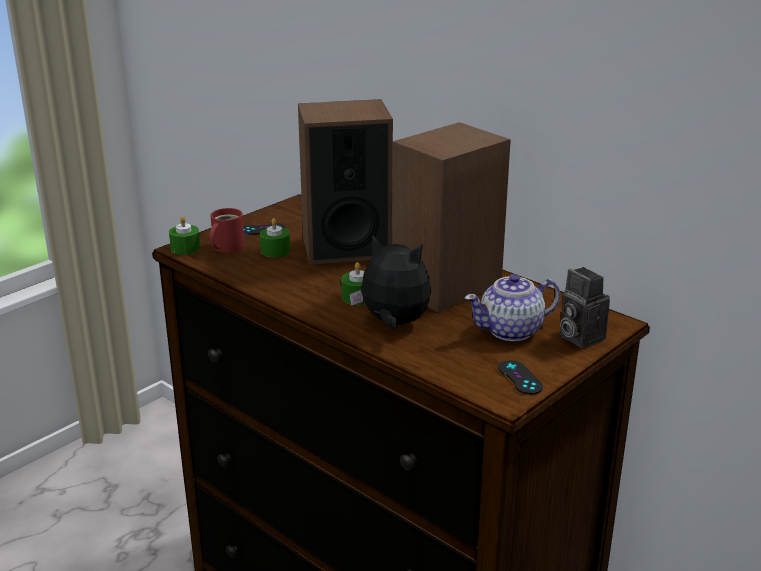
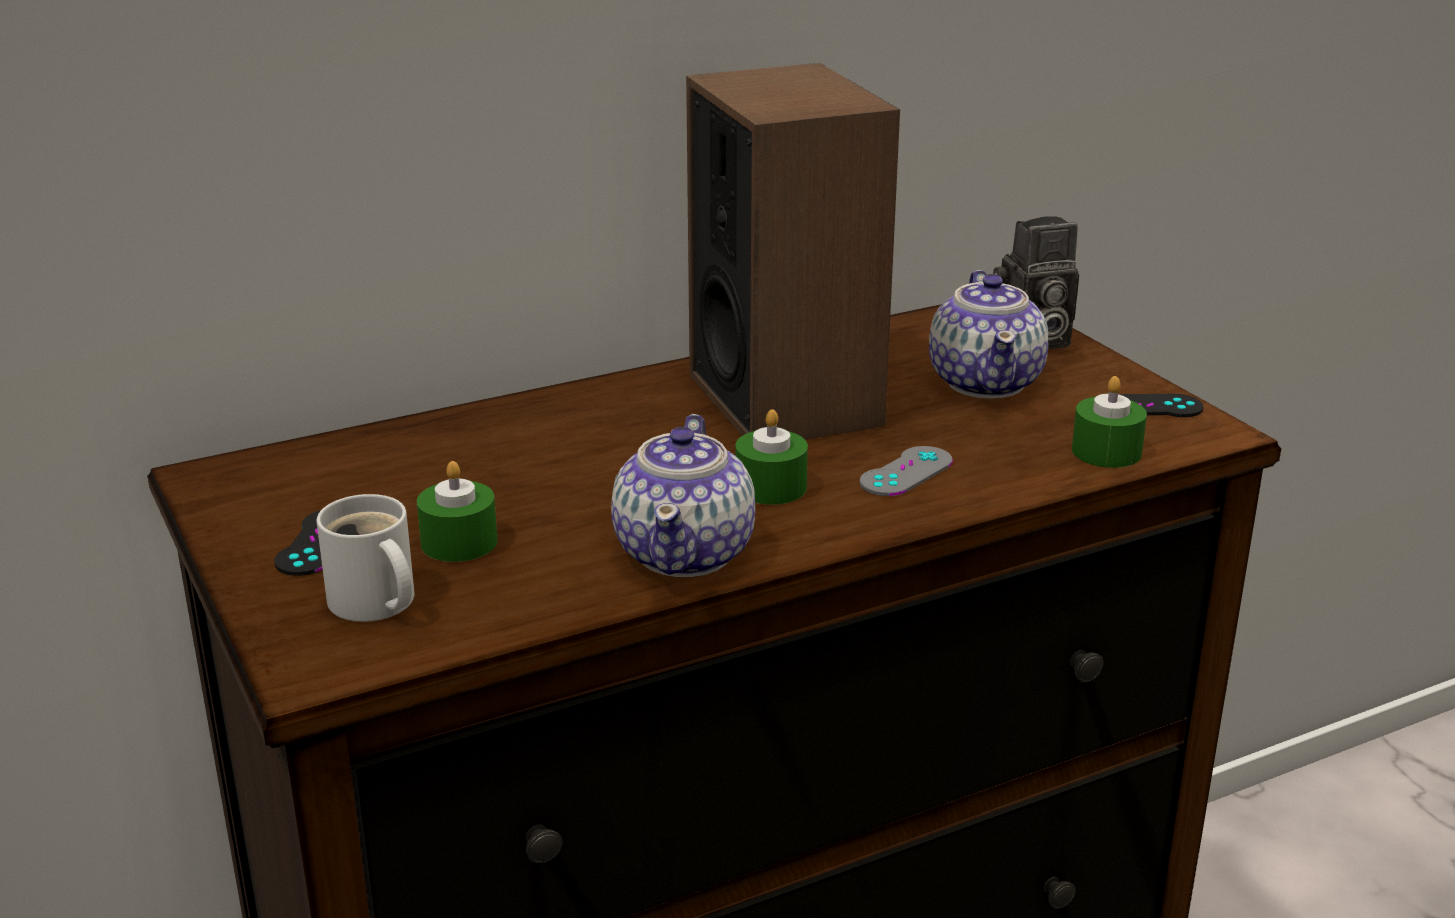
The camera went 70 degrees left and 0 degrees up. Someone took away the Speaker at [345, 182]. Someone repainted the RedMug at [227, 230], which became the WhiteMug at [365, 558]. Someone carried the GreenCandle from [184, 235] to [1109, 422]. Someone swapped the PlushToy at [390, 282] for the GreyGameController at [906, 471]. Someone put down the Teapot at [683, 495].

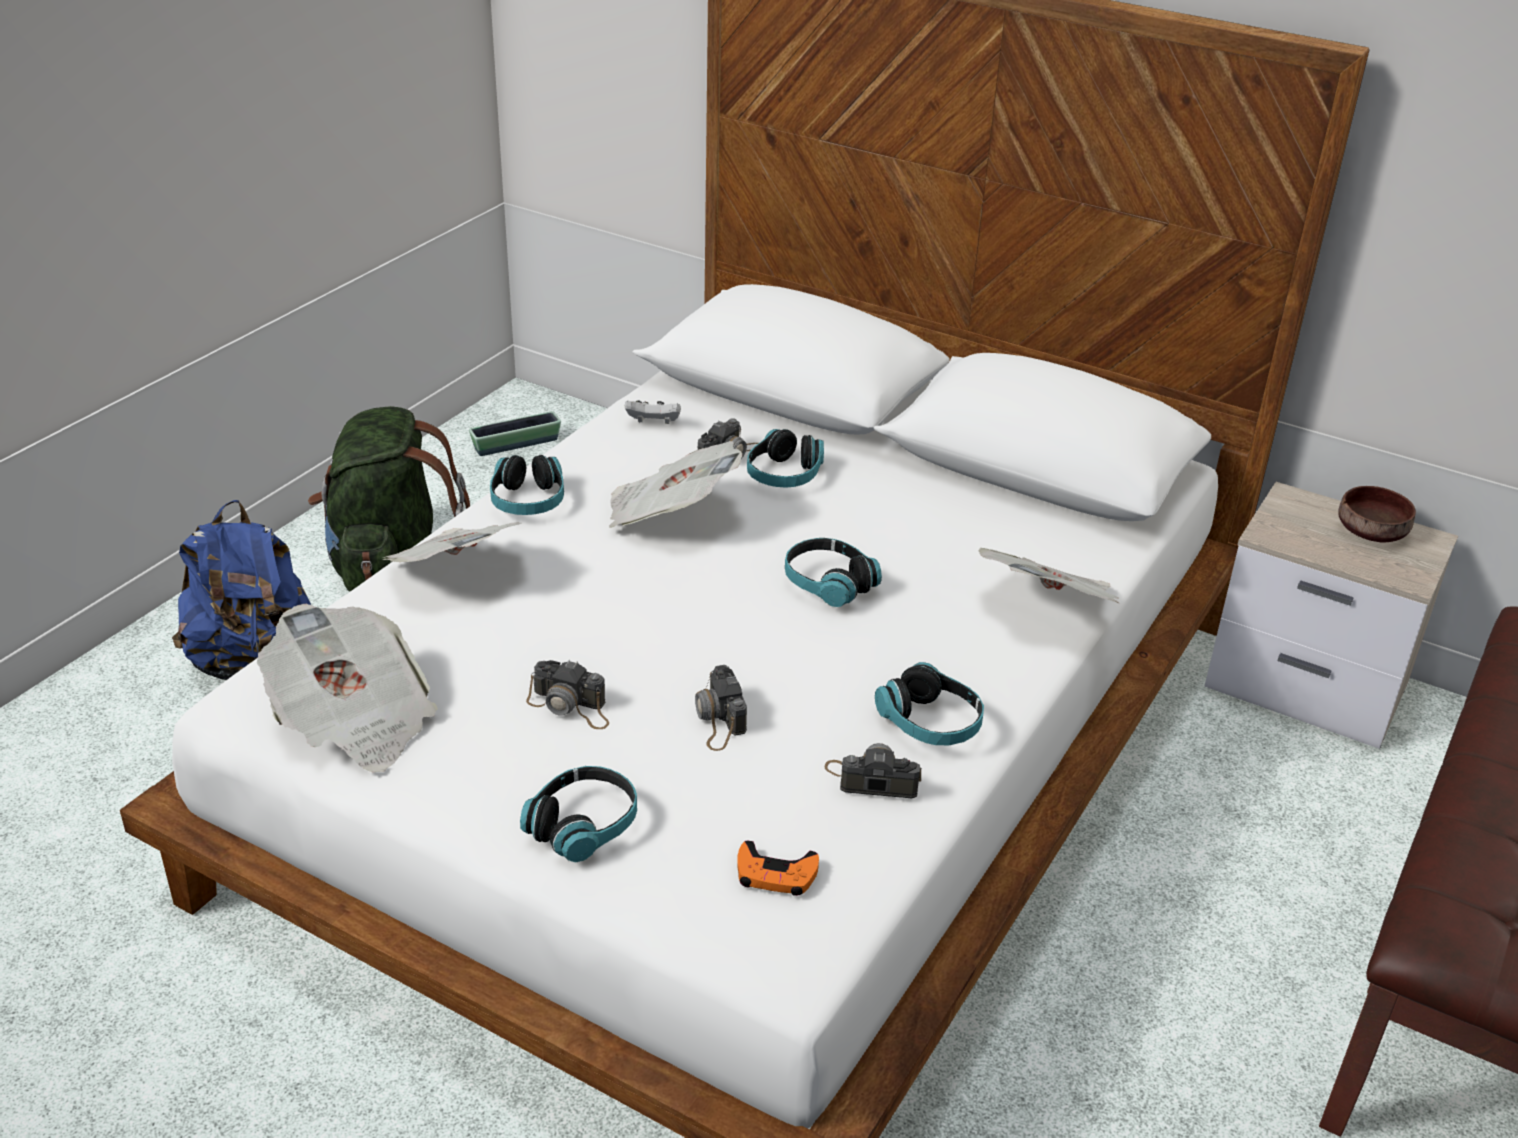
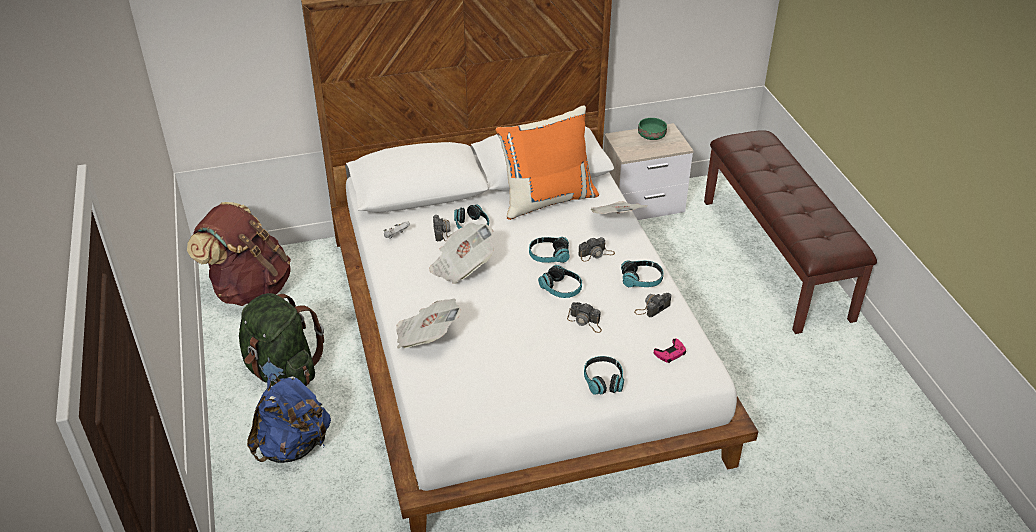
The camera went 45 degrees left and 5 degrees up. Someone swapped the Planter at [515, 433] for the BrownBackpack at [239, 254]. Someone carried the Headphones from [527, 485] to [560, 281]. Someone repainted the BrownBowl at [1377, 514], which became the GreenBowl at [652, 129]. Someone took away the Newspaper at [347, 688]. Someone carried the PhotoCamera from [567, 694] to [596, 249]. Someone repainted the OrangeGameController at [778, 868], which became the PinkGameController at [670, 351]. Someone put down the OrangePillow at [547, 163].

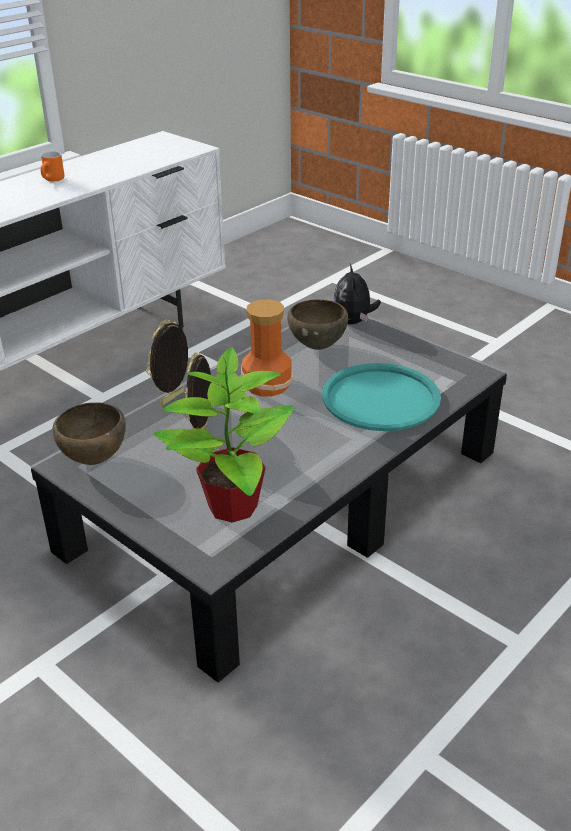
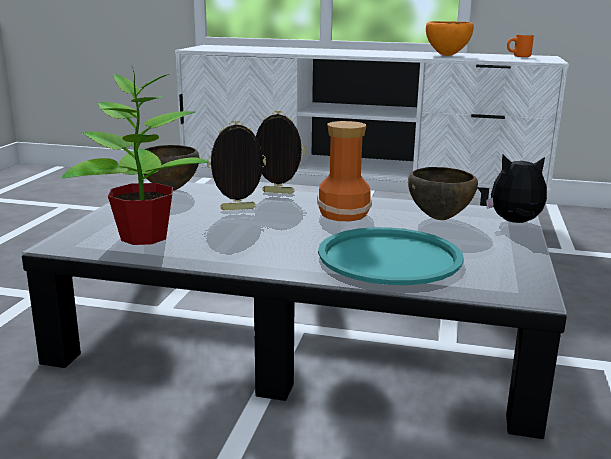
The camera went 60 degrees right and 15 degrees down. Someone carried the OrangeMug from [52, 167] to [520, 45]. Someone rotated the PlushToy at [357, 294] by 45 degrees clockwise. Someone put down the OrangeBowl at [450, 38].

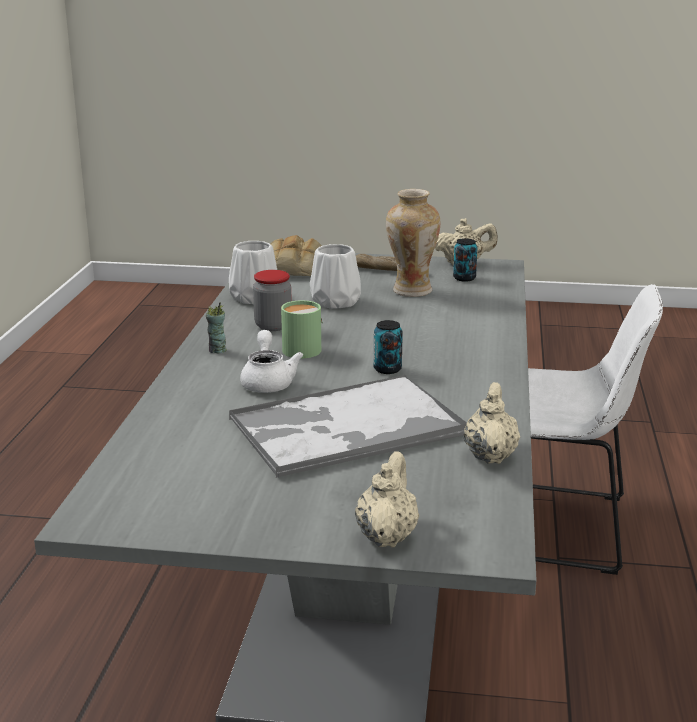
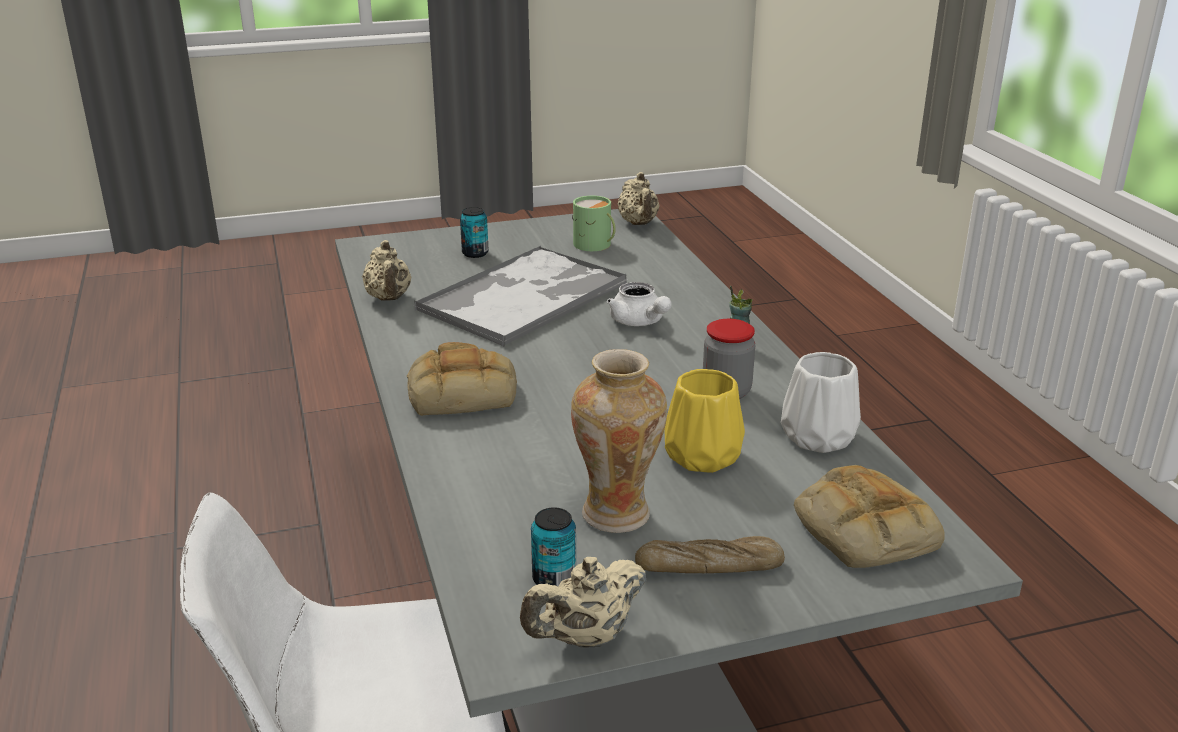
The camera went 155 degrees right and 5 degrees up. Someone repainted the WhiteVase at [335, 276], which became the YellowVase at [704, 421]. Someone carried the GreenMug from [302, 329] to [593, 223]. Someone carried the Can from [388, 347] to [474, 232]. Someone carried the BeigeTeapot from [387, 499] to [638, 198]. Someone put down the Bread at [462, 378].

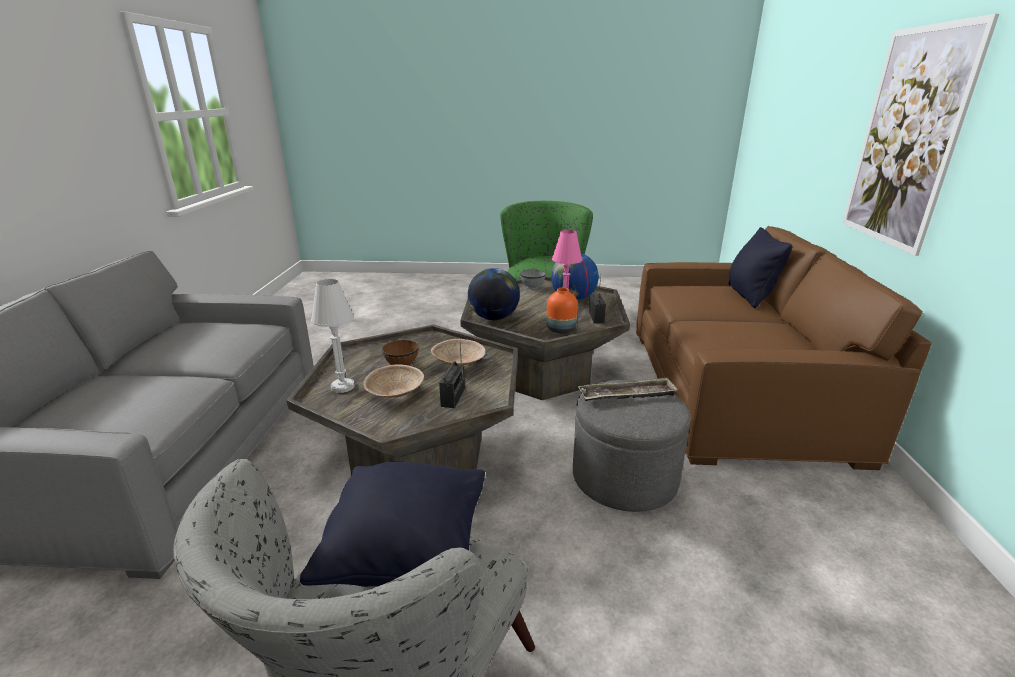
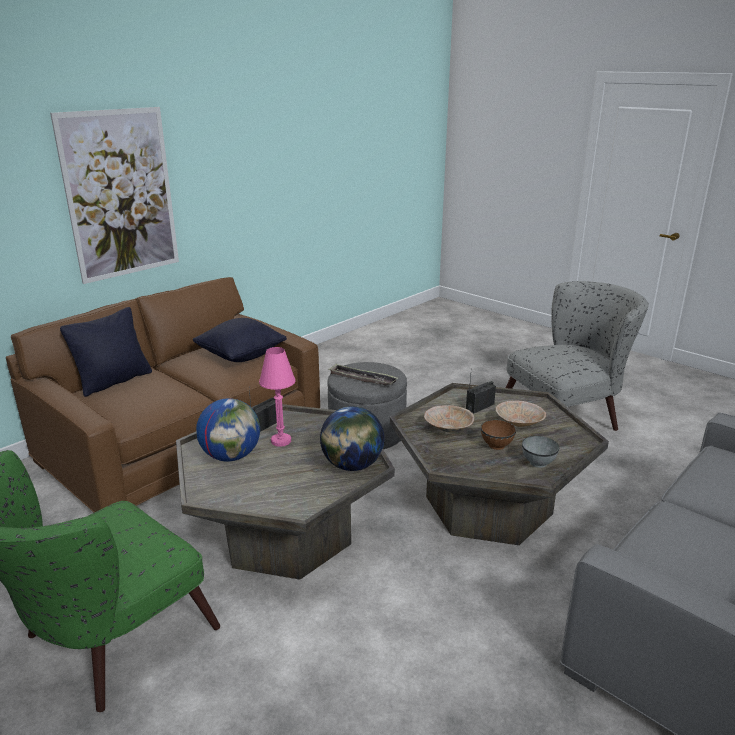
The camera went 140 degrees left and 0 degrees up. Someone carried the GreyBowl from [533, 279] to [540, 452]. Someone took away the WhiteTableLamp at [333, 336]. Someone took away the OrangeVase at [562, 310]. Someone carried the BlackPillow from [392, 524] to [240, 340].

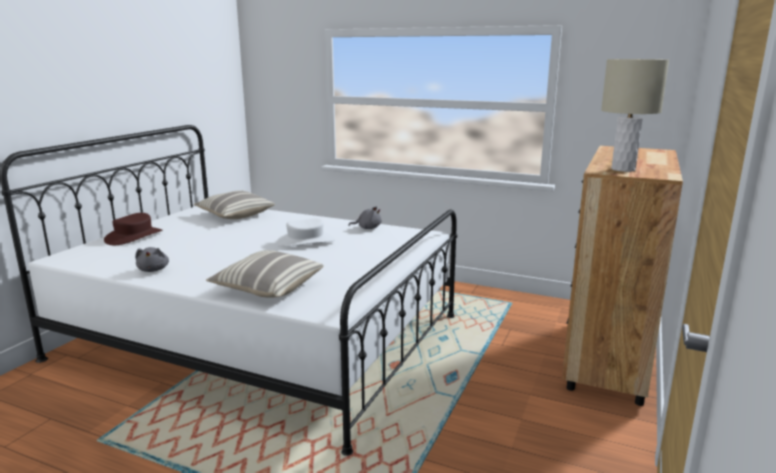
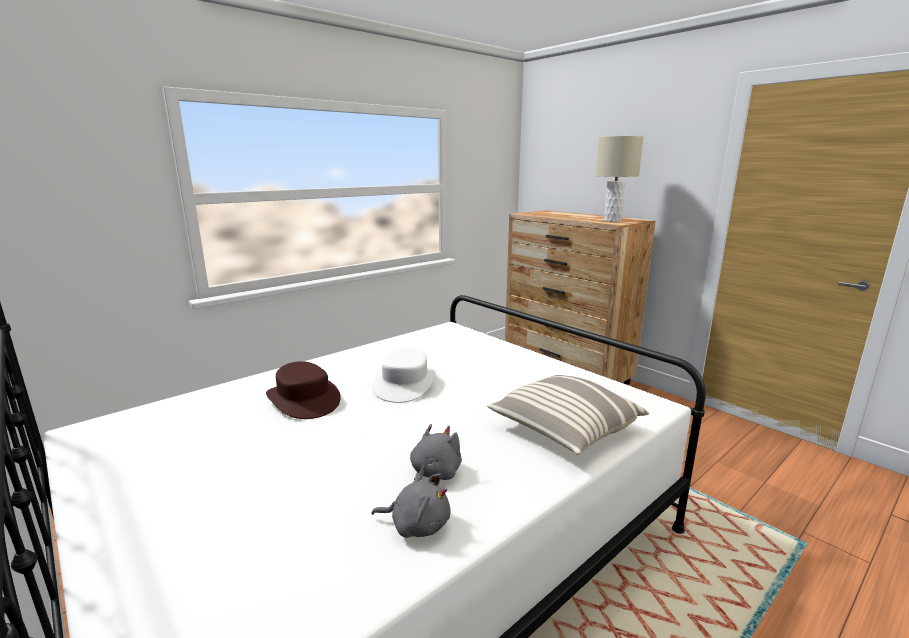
The camera went 65 degrees left and 0 degrees up. Someone took away the Pillow at [234, 205]. Someone carried the GreyPlushToy from [364, 217] to [436, 453]. Someone carried the BrownHat from [133, 229] to [303, 390].

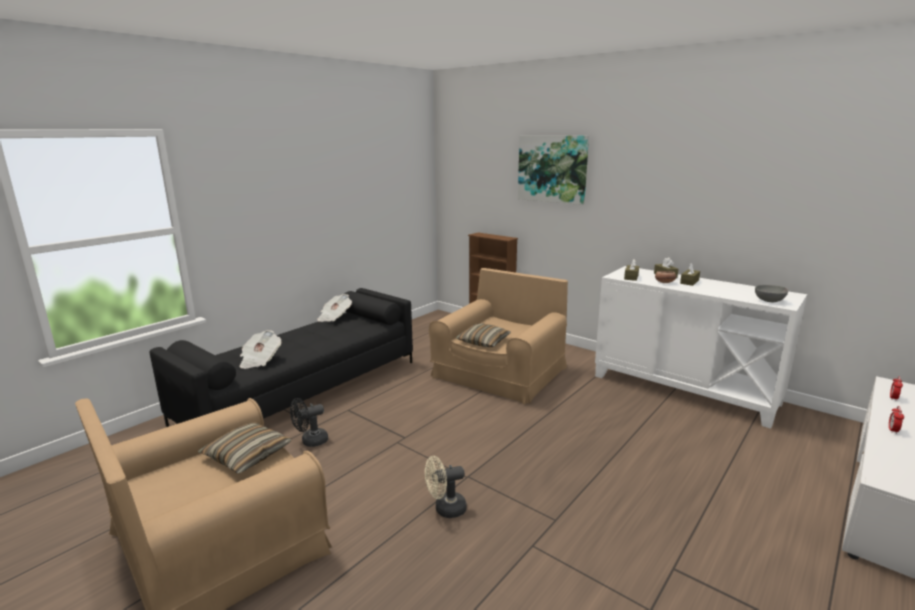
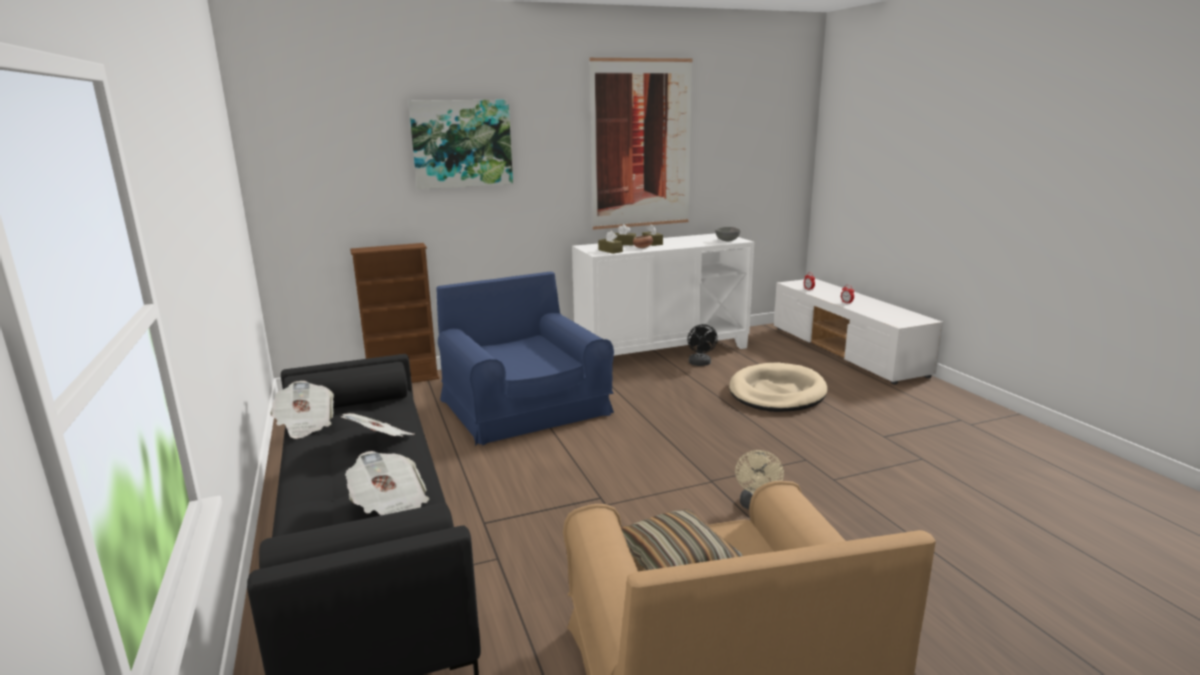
The camera went 60 degrees left and 0 degrees up. Someone repainted the BrownArmchair at [498, 336], which became the BlueArmchair at [525, 359]. Someone took away the Pillow at [483, 335]. Someone carried the BlackFan from [309, 422] to [702, 345]. Someone put up the Picture at [640, 144]. Someone put down the BeigeDogBed at [778, 387]. Someone put down the Newspaper at [377, 425].

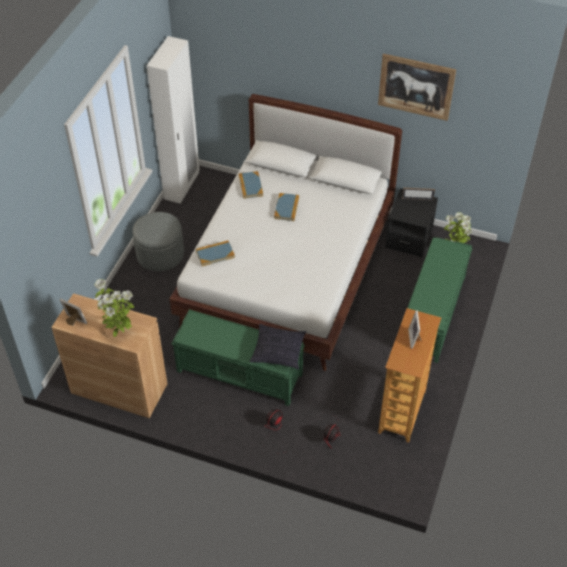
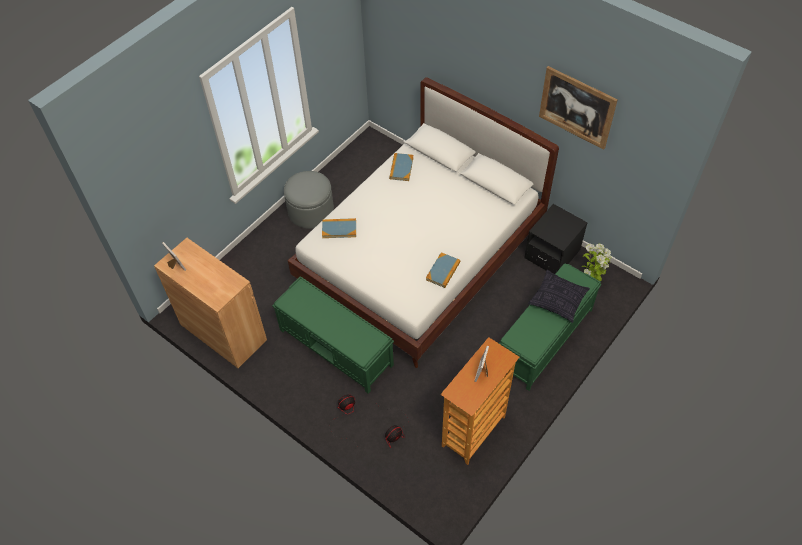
The camera went 20 degrees right and 5 degrees up. Someone took away the WhiteWardrobe at [173, 120]. Someone took away the PictureFrame at [418, 194]. Someone carried the Book from [286, 207] to [443, 270]. Someone took away the PottedPlant at [114, 308]. Someone carried the Pillow from [278, 346] to [559, 296].

